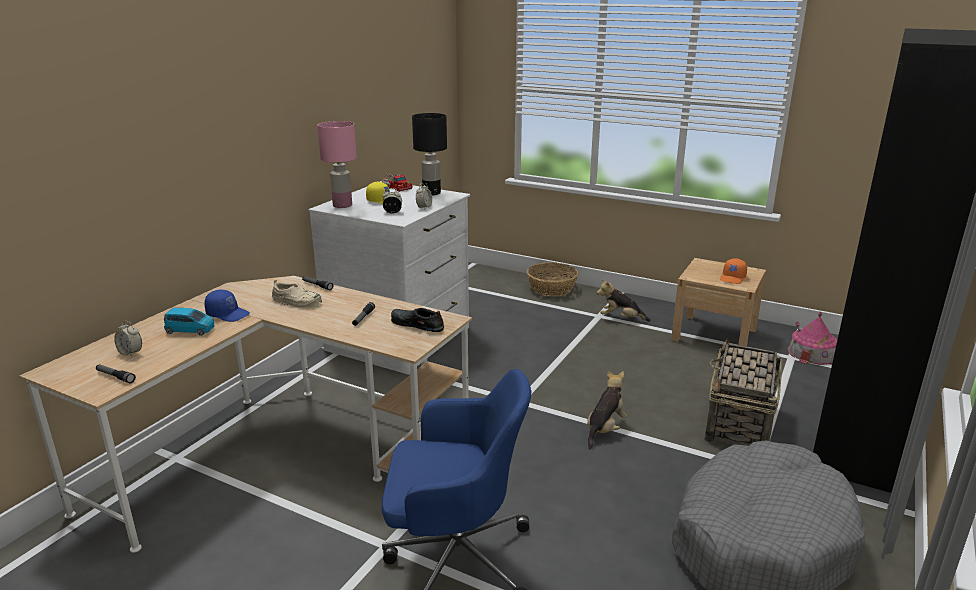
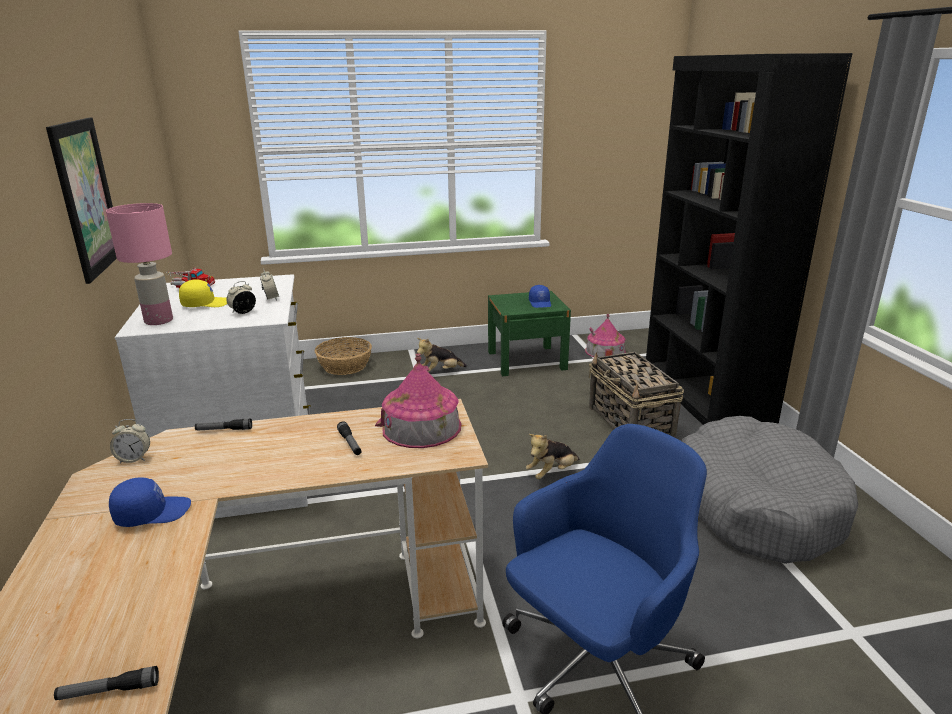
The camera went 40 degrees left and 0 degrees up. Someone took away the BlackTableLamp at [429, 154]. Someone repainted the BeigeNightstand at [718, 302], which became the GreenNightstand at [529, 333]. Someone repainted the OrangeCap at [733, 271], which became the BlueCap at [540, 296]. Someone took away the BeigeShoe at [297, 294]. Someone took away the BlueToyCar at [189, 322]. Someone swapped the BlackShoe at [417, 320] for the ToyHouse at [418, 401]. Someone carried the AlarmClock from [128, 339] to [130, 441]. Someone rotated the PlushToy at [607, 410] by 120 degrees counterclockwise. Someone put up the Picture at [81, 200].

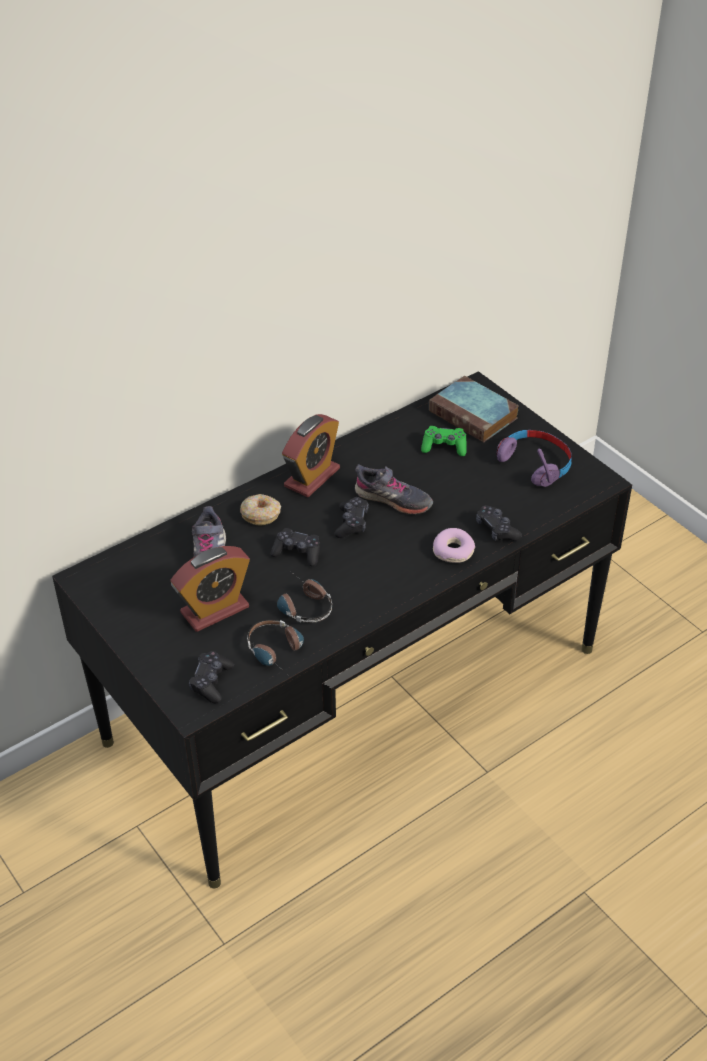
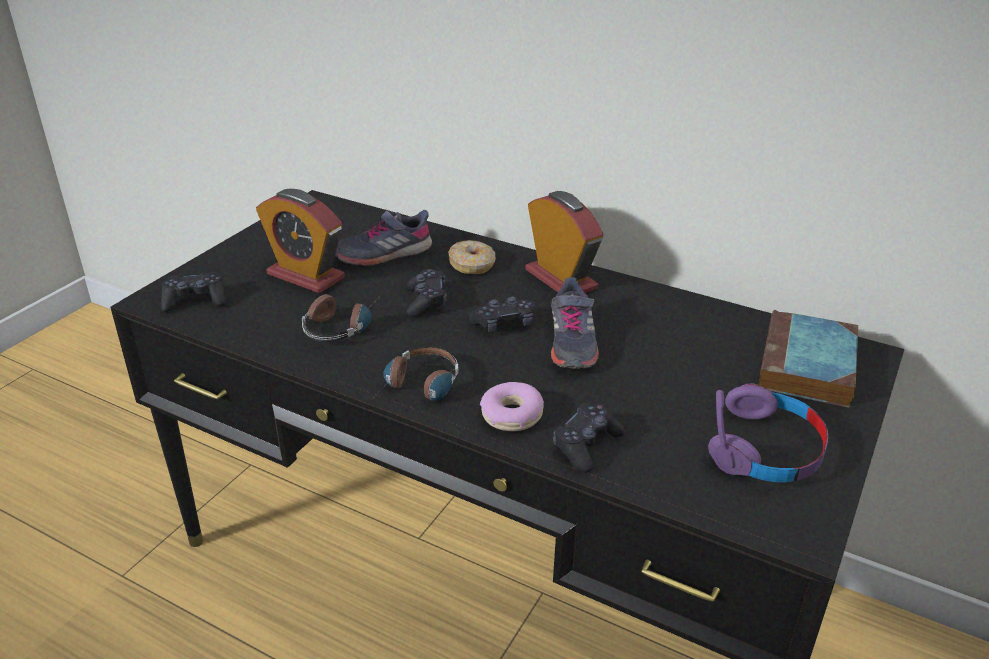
The camera went 65 degrees right and 10 degrees down. Someone rotated the AlarmClock at [311, 455] by 135 degrees counterclockwise. Someone took away the GreenGameController at [444, 441]. Someone carried the Headphones from [275, 646] to [416, 373].

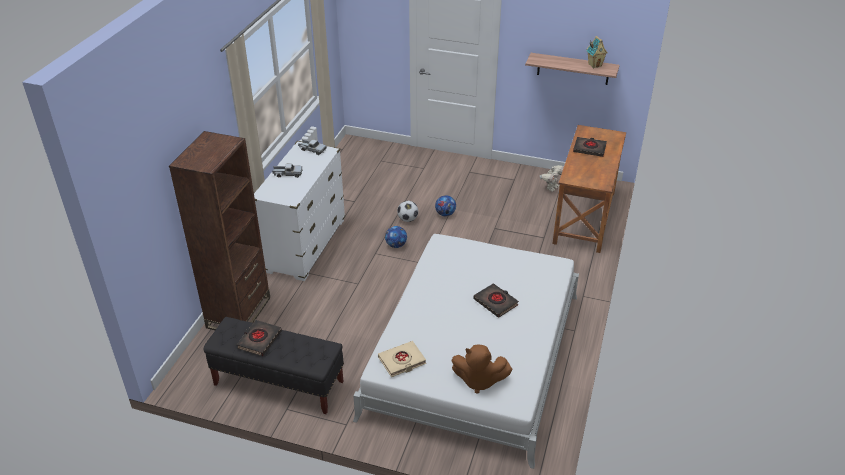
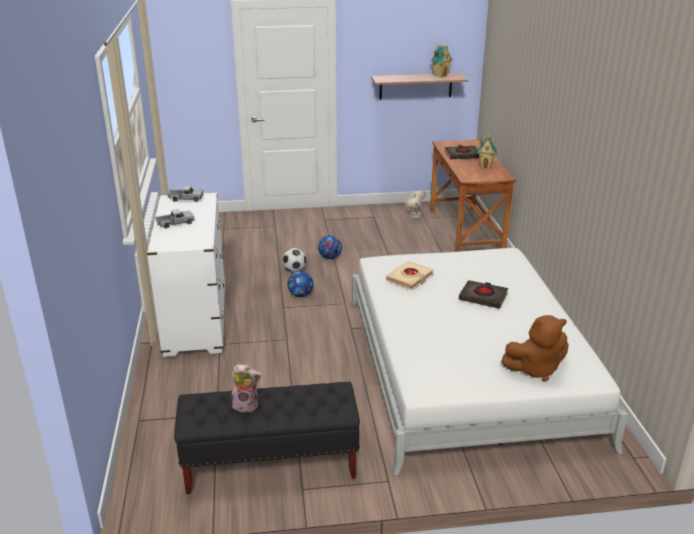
The camera went 25 degrees left and 10 degrees down. Someone took away the BrownBookcase at [219, 230]. Someone swapped the BlackBook at [259, 338] for the PlushToy at [246, 388]. Someone carried the BeigeBook from [402, 359] to [410, 275]. Someone put down the ToyHouse at [487, 151].

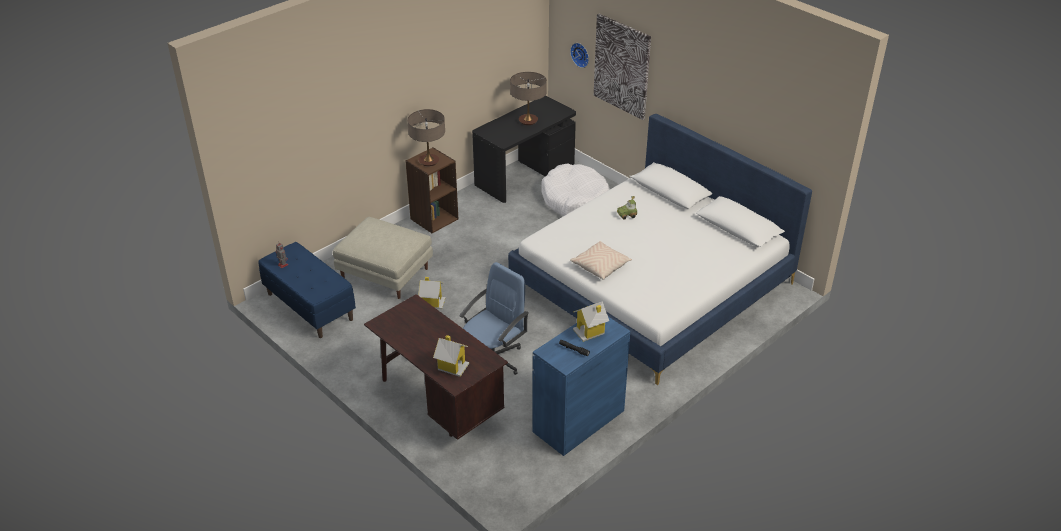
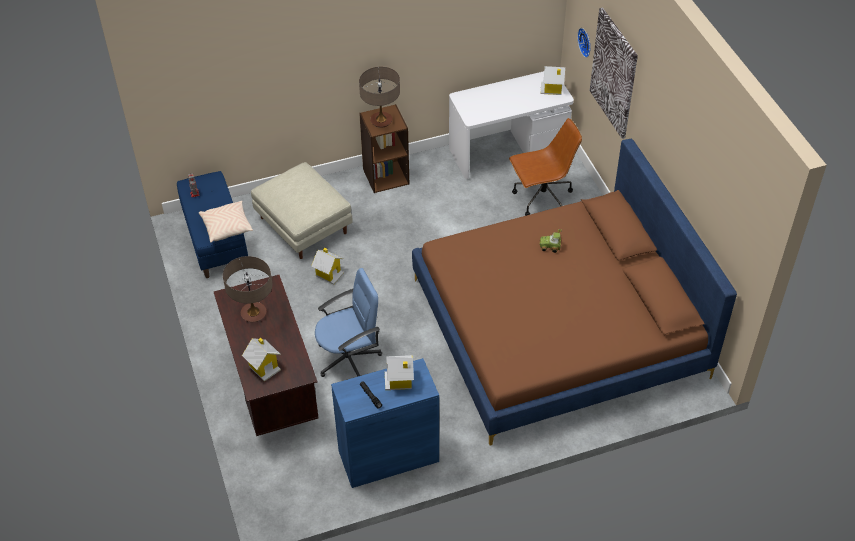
The camera went 25 degrees right and 10 degrees up. Someone carried the TableLamp from [528, 98] to [248, 289]. Someone repainted the BlackDesk at [524, 149], which became the WhiteDesk at [511, 125]. Someone repainted the WhiteBed at [660, 249], which became the BrownBed at [574, 292]. Someone swapped the WhiteDogBed at [575, 189] for the BrownOfficeChair at [545, 167]. Someone carried the BeigePillow from [601, 260] to [226, 222]. Someone put down the ToyHouse at [552, 80].

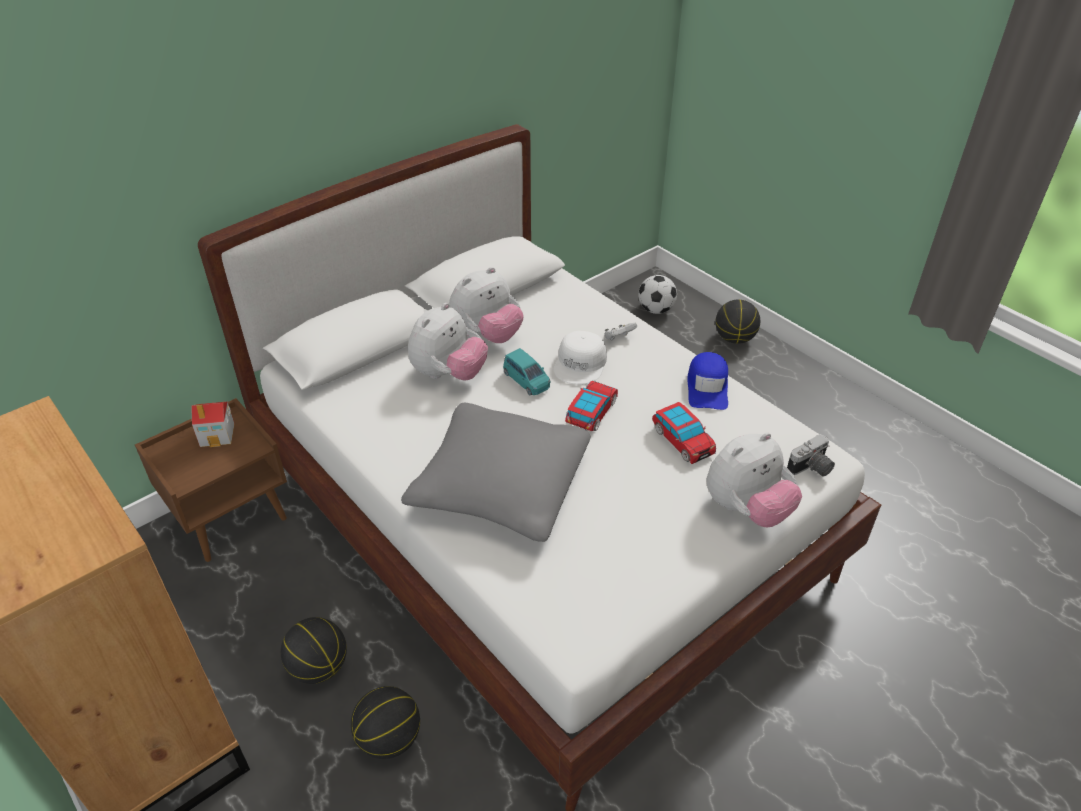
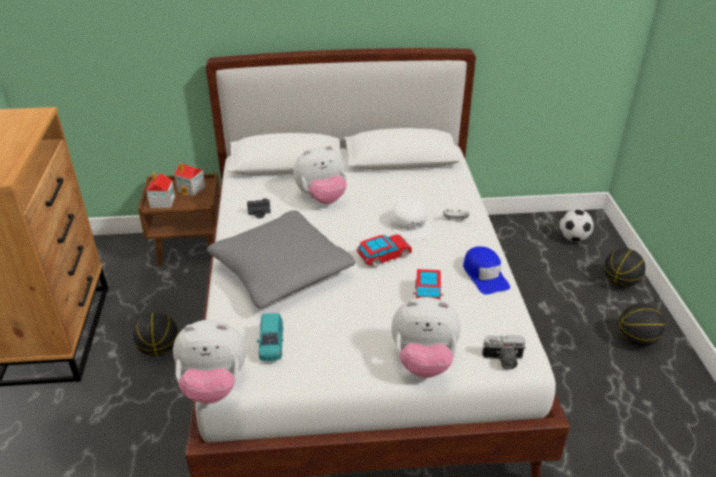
The camera went 35 degrees right and 5 degrees down. Someone carried the PlushToy from [486, 305] to [209, 362]. Someone rotated the WhiteCap at [580, 358] by 75 degrees counterclockwise. Someone carried the TurquoiseToyCar from [527, 371] to [270, 337]. Someone rotated the BlueCap at [707, 381] by 60 degrees counterclockwise. Someone carried the Basketball from [385, 722] to [642, 325]. Someone put down the ToyHouse at [161, 190]. Someone put down the PhotoCamera at [259, 208].

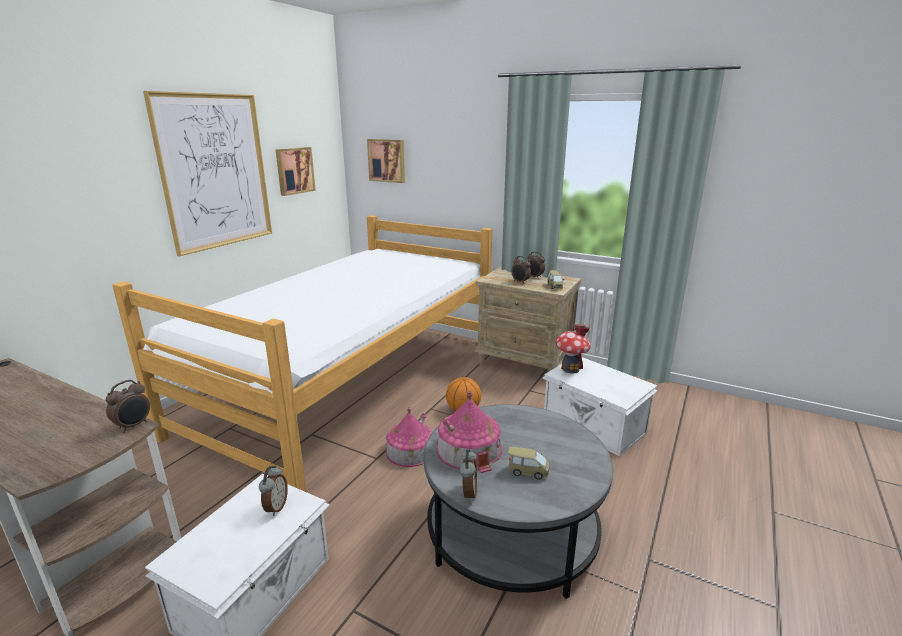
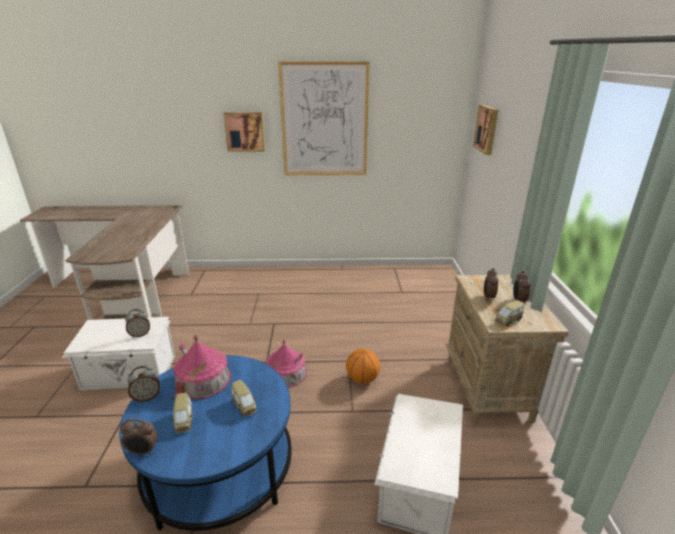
The camera went 60 degrees right and 5 degrees up. Someone carried the Picture from [296, 171] to [244, 132]. Someone took away the Bed at [302, 353]. Someone took away the ToyHouse at [573, 348]. Someone carried the AlarmClock from [128, 406] to [139, 437]. Someone repainted the GreyCoffeeTable at [518, 501], which became the BlueCoffeeTable at [205, 443]. Someone put down the ToyCar at [244, 398].

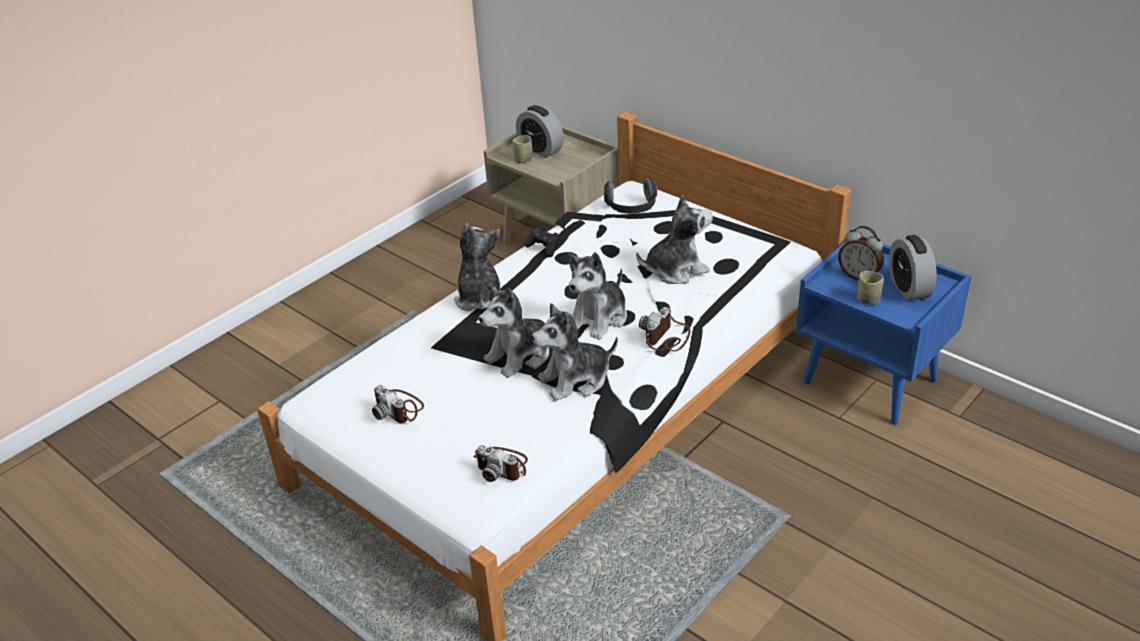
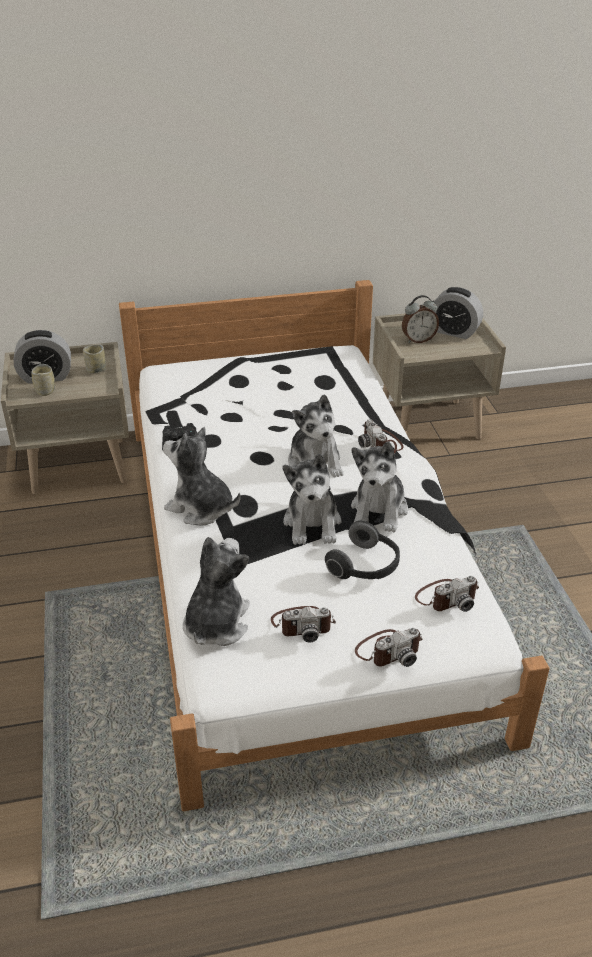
The camera went 55 degrees left and 0 degrees up. Someone carried the Headphones from [630, 195] to [362, 550]. Someone carried the PlushToy from [674, 239] to [216, 591]. Someone repainted the BlueNightstand at [884, 330], which became the BeigeNightstand at [439, 376]. Someone carried the Cup from [870, 288] to [94, 359]. Someone put down the PhotoCamera at [389, 647].

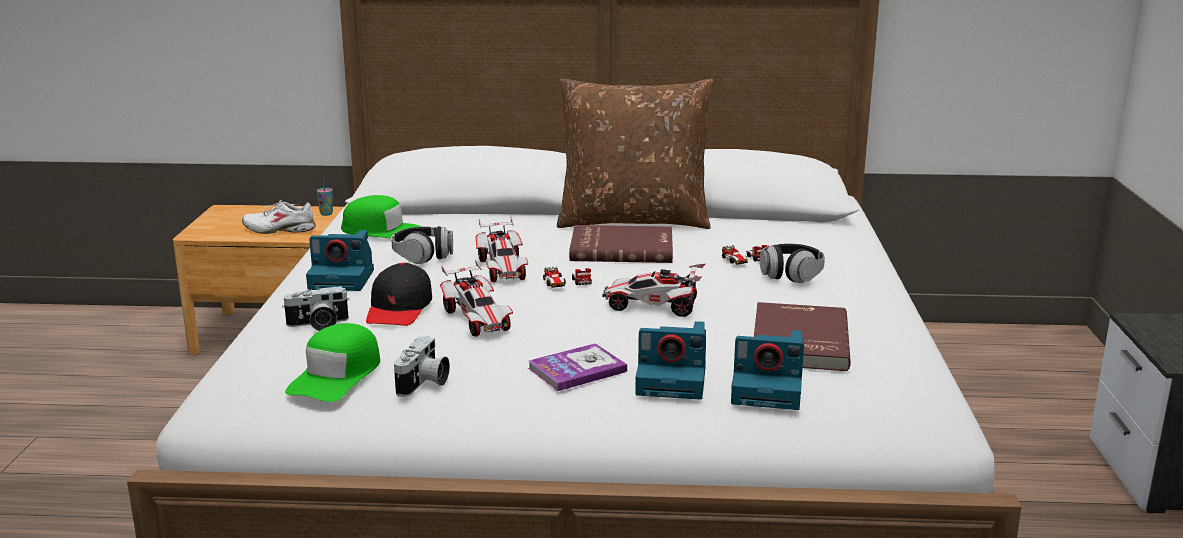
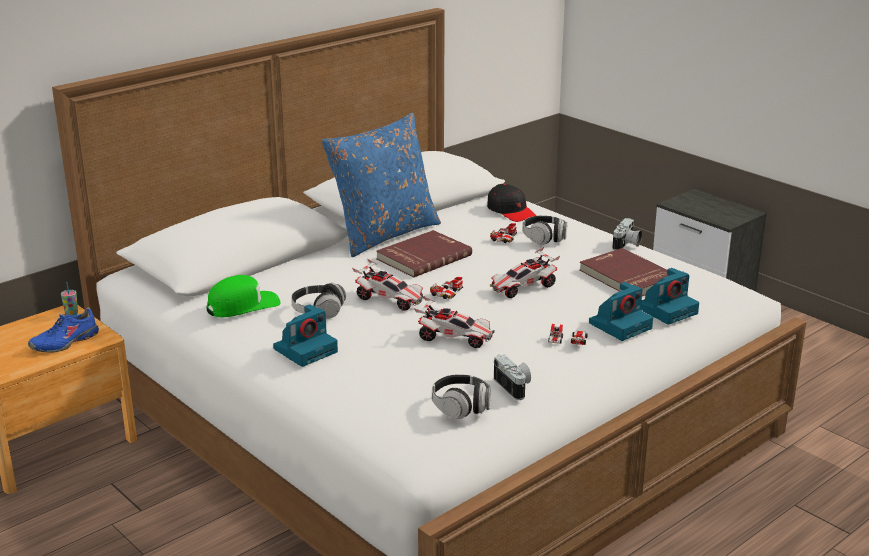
The camera went 45 degrees left and 5 degrees up. Someone repainted the BrownPillow at [635, 154], which became the BluePillow at [381, 184]. Someone repainted the WhiteShoe at [279, 217], which became the BlueShoe at [63, 330]. Someone carried the BlackCap from [399, 294] to [511, 203]. Someone carried the PhotoCamera from [316, 308] to [627, 234]. Someone swapped the GreenCap at [332, 362] for the Headphones at [461, 396]. Someone swapped the Book at [577, 367] for the ToyCar at [568, 334].

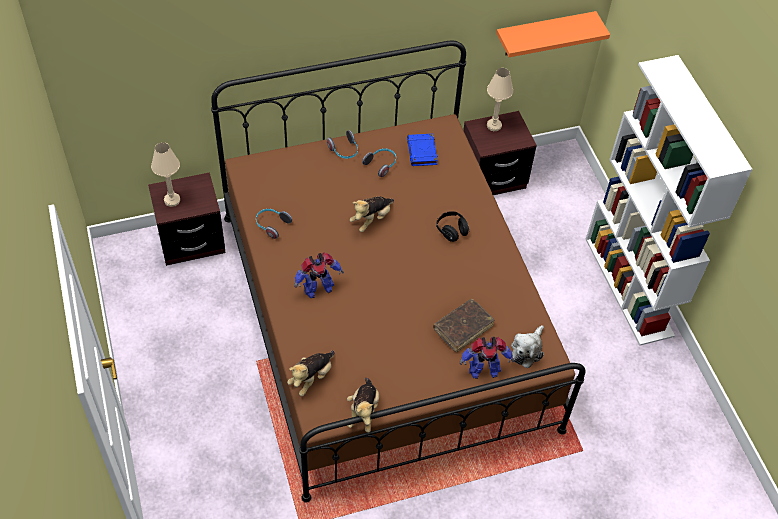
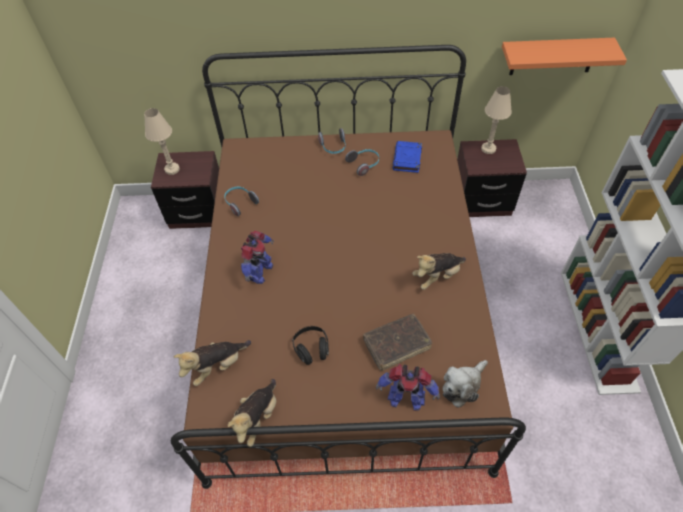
The camera went 20 degrees right and 0 degrees up. Someone carried the PlushToy from [372, 214] to [439, 271]. Someone carried the BlackHeadphones from [453, 227] to [310, 345]. Someone rotated the ToyRobot at [319, 275] by 60 degrees counterclockwise.

